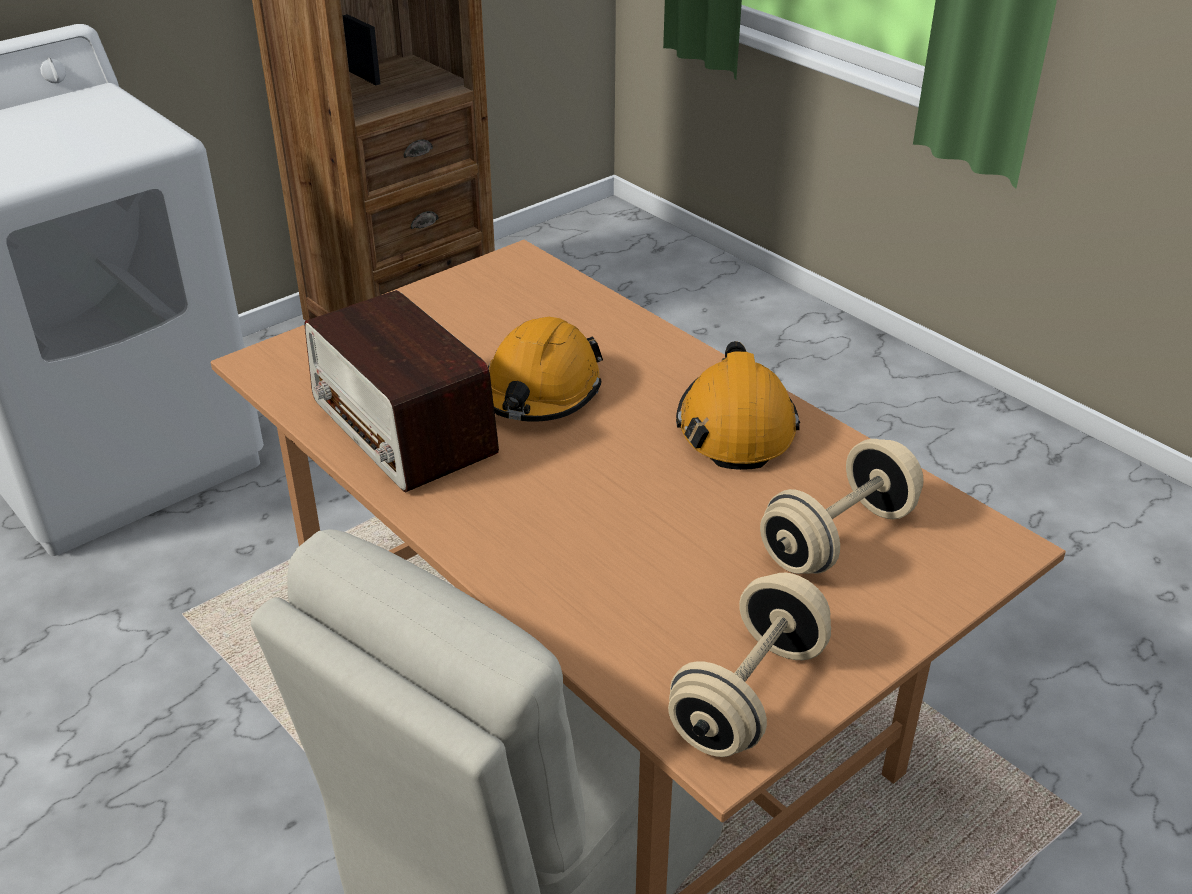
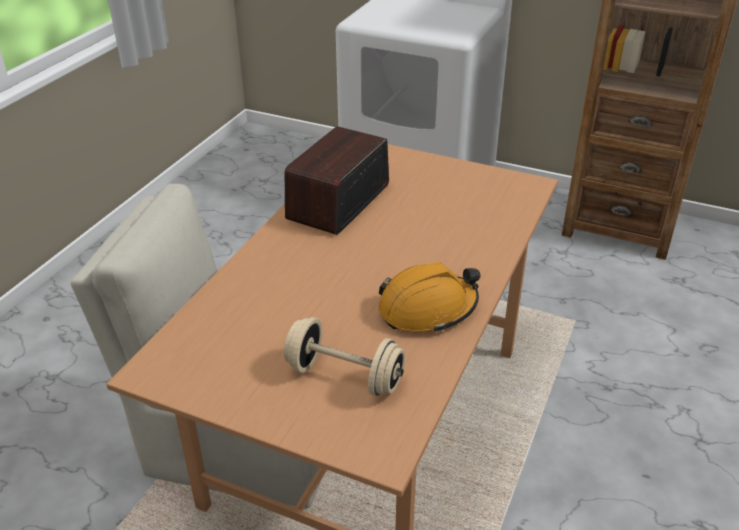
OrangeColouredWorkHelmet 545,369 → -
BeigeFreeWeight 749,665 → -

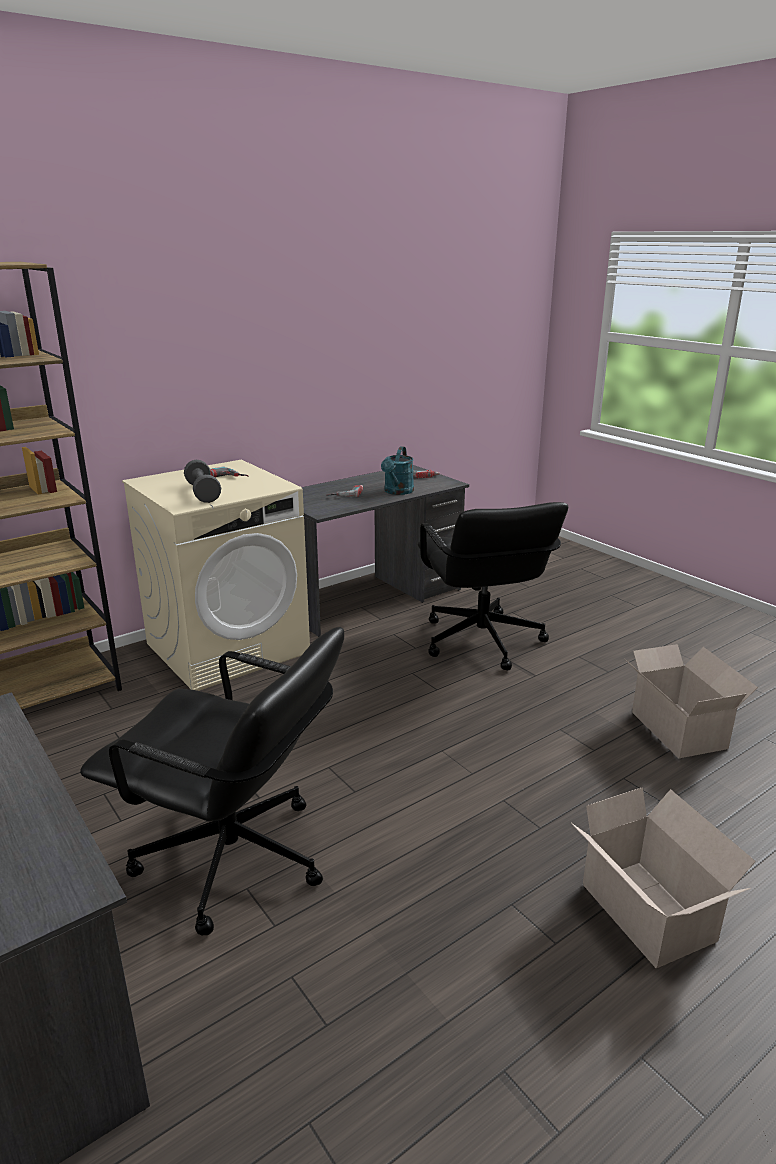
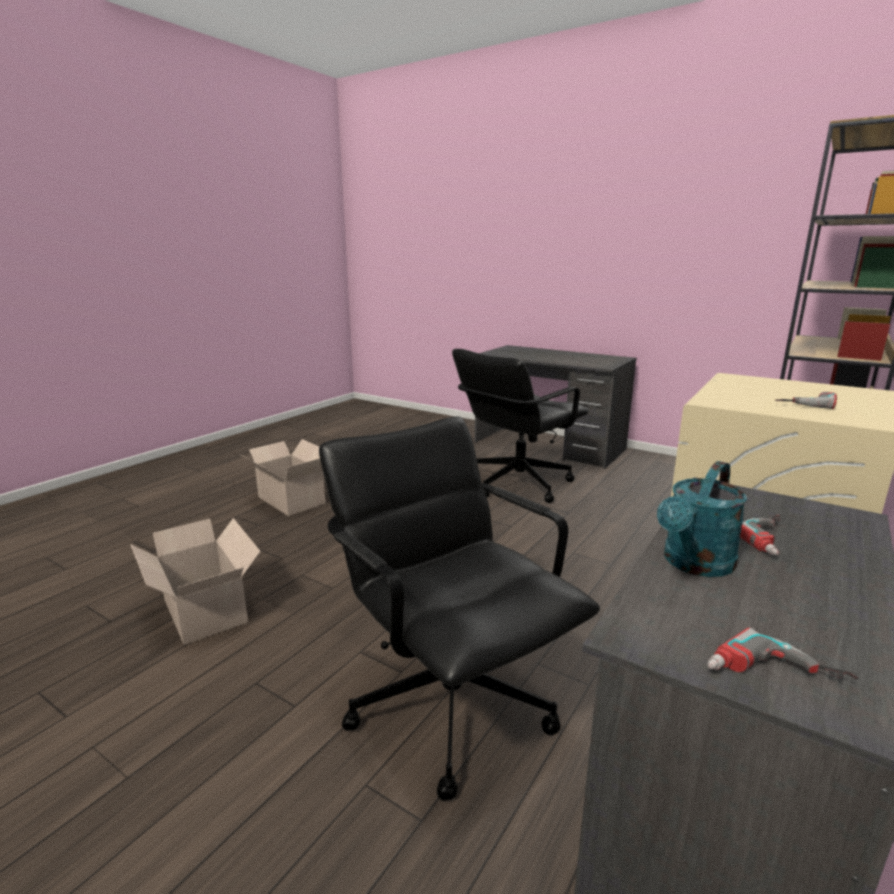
BlackOfficeChair 212,781 → BlackOfficeChair 520,426, 45 degrees counterclockwise
BlueGreenWateringPot 397,470 → BlueGreenWateringPot 702,519, 135 degrees counterclockwise
GrayFreeWeight 202,481 → -

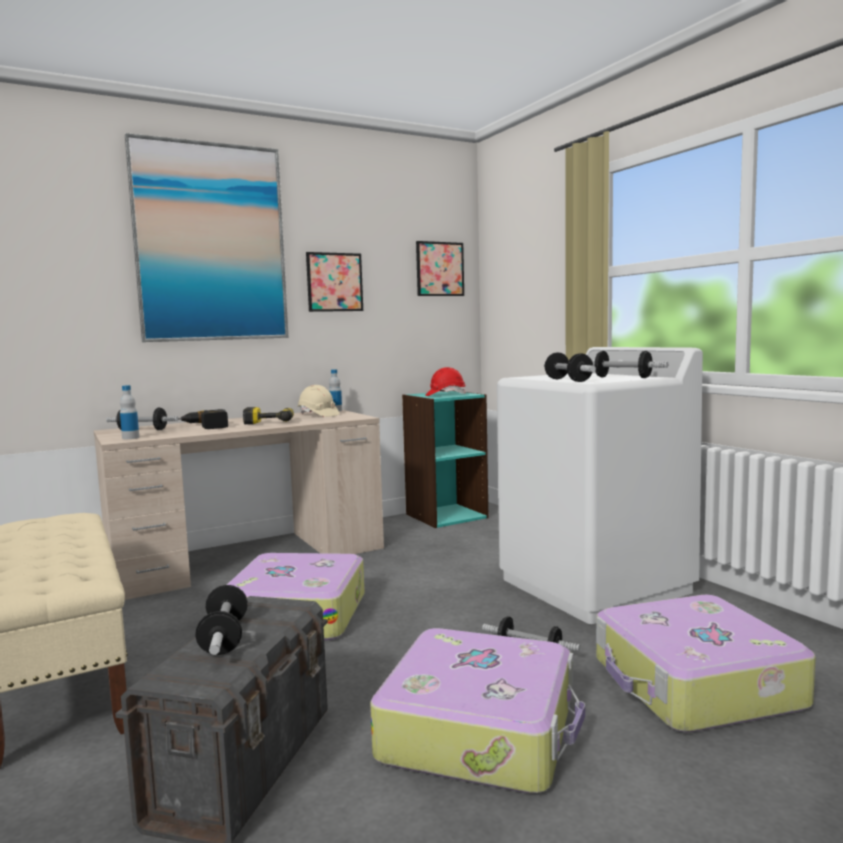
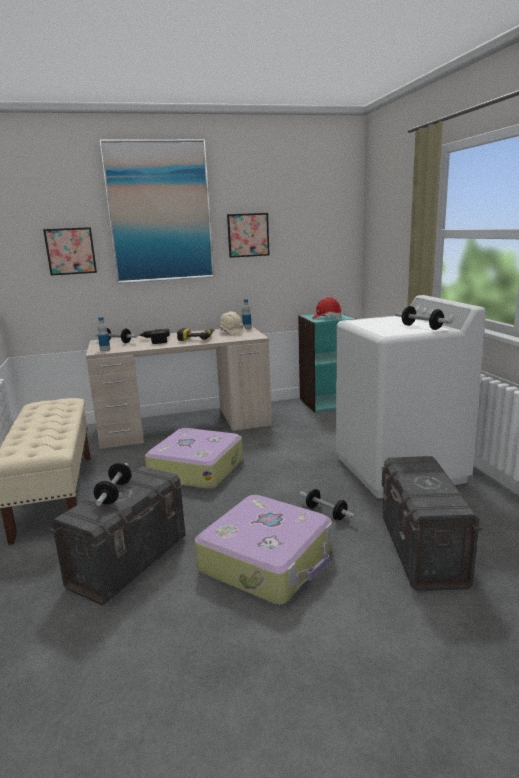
Picture 440,268 → Picture 70,251, relocated
PieceOfLuggage 706,664 → GrayStorageContainer 432,523
FreeWeight 570,367 → -

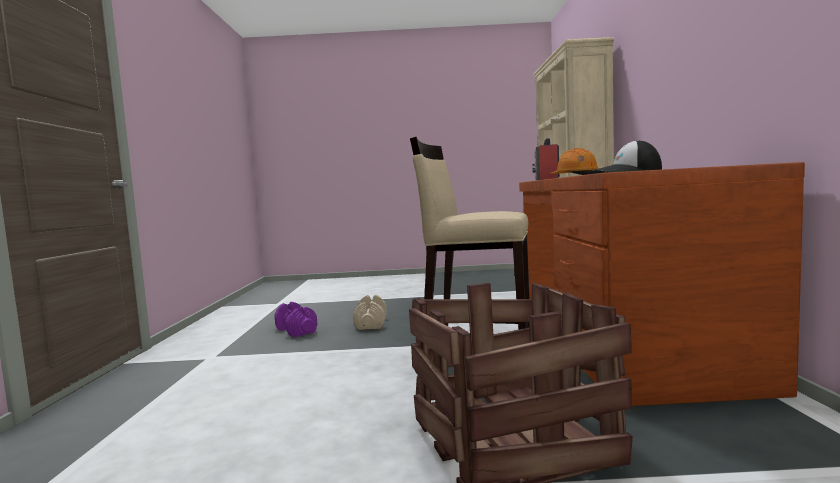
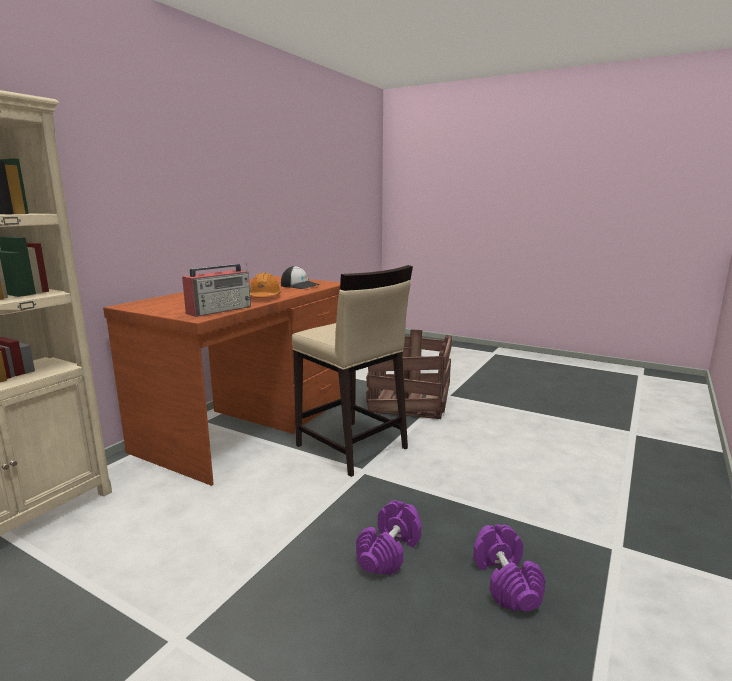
BeigeFreeWeight 370,312 → PurplishFreeWeight 388,537

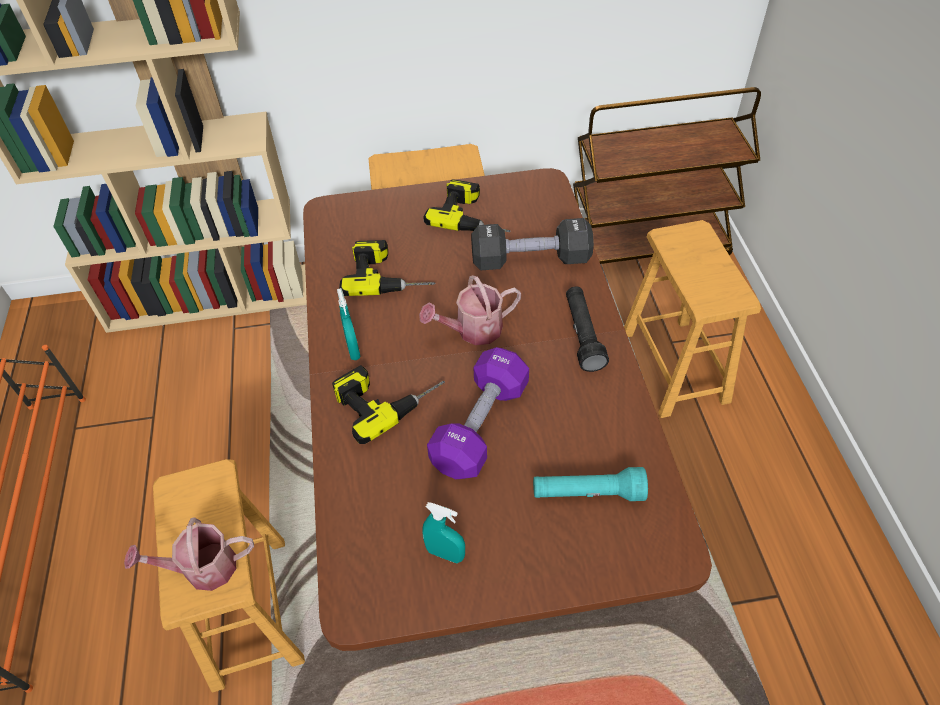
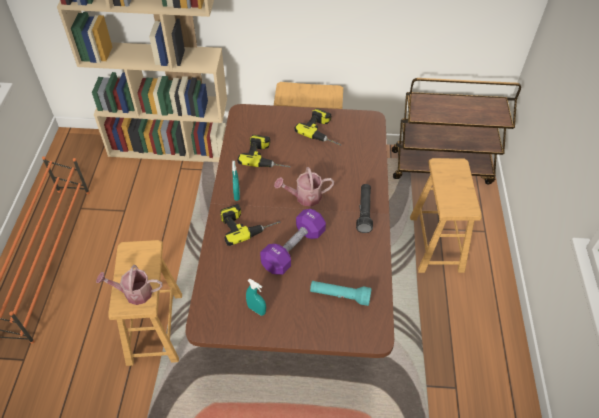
BlackFreeWeight 532,244 → -

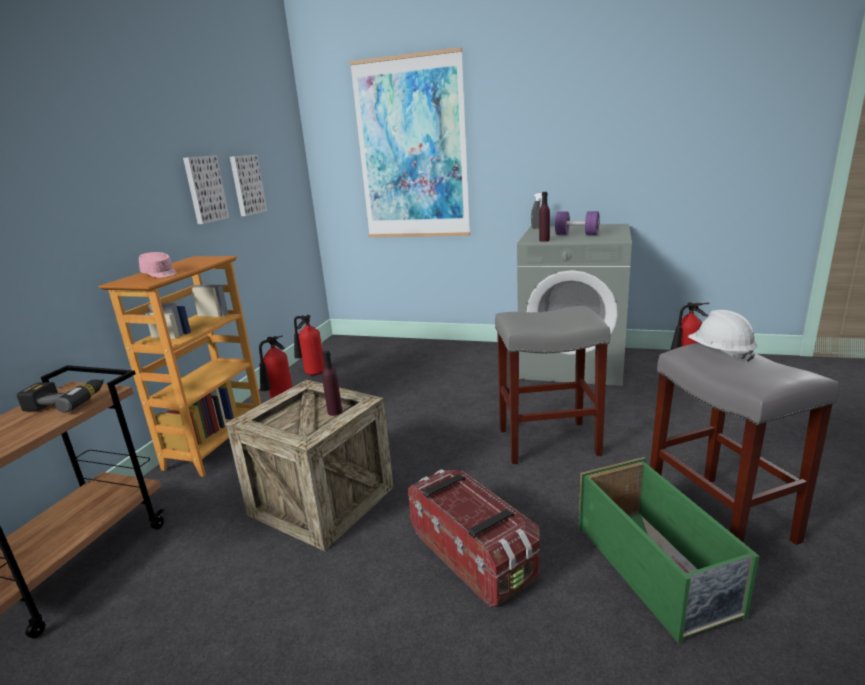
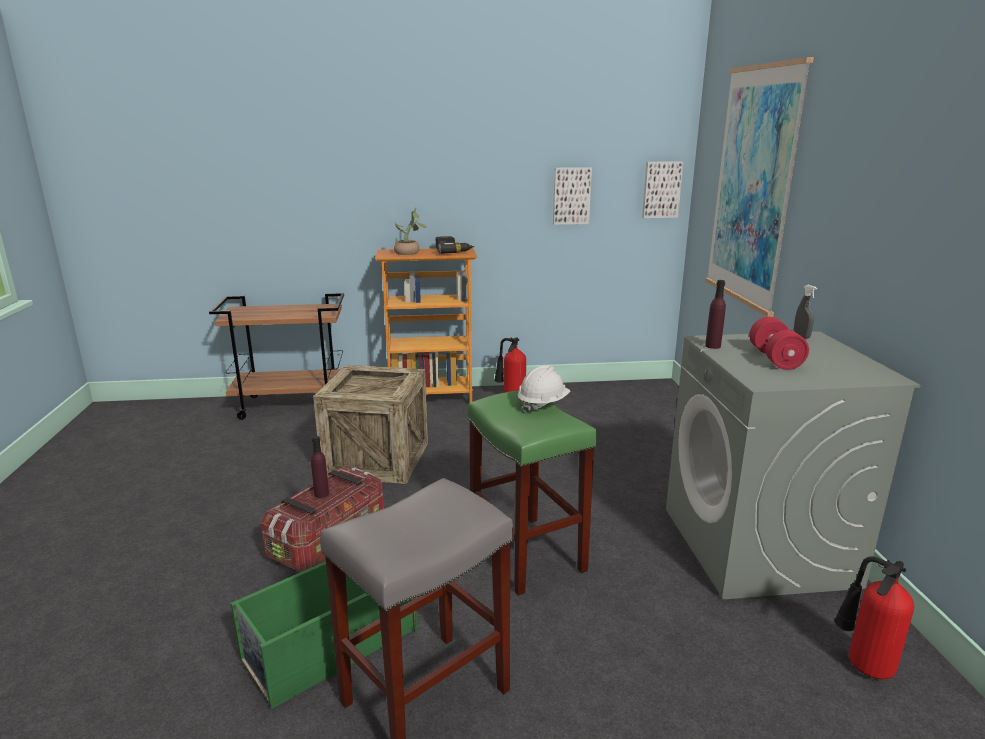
PurplishBottle 332,383 → PurplishBottle 320,467, relocated
PinkishBaseballCap 158,265 → PottedPlant 410,231
PowerDrill 60,396 → PowerDrill 455,245, relocated
GrayStool 552,385 → GreenColouredStool 532,493
WhiteWorkHelmet 722,336 → WhiteWorkHelmet 544,389, relocated
Picture 206,189 → Picture 663,189, relocated
PurplishFreeWeight 577,223 → RedFreeWeight 779,343
FireFightingCylinder 309,345 → -

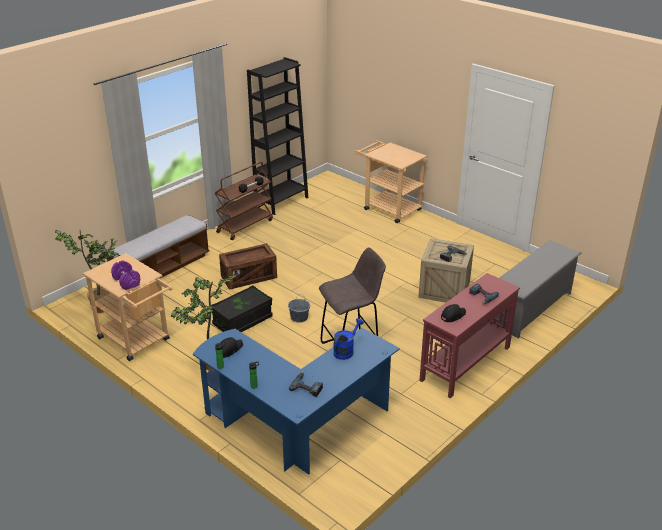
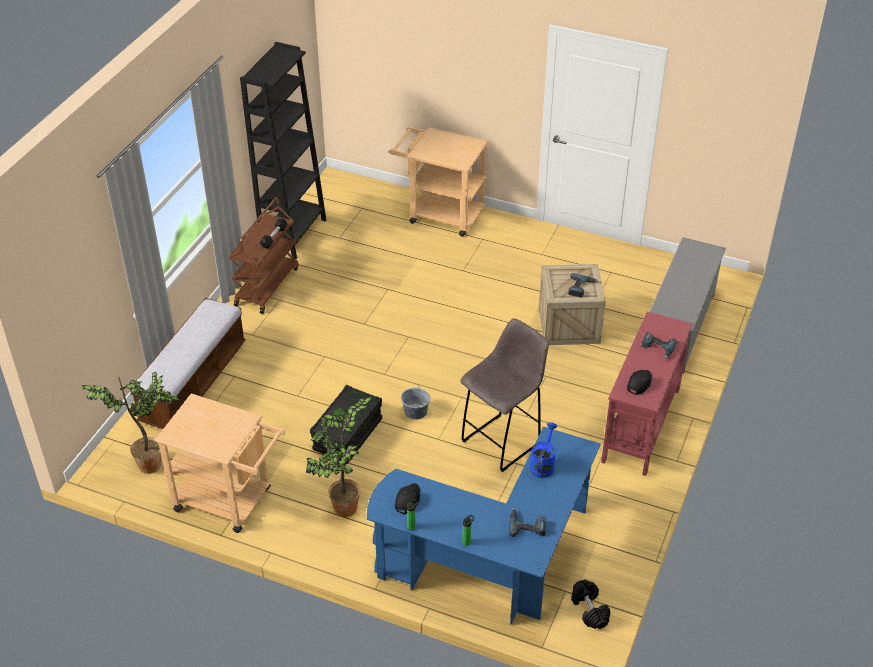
- → BlackFreeWeight 591,604
PurplishFreeWeight 125,275 → -
PackingCrate 248,266 → -

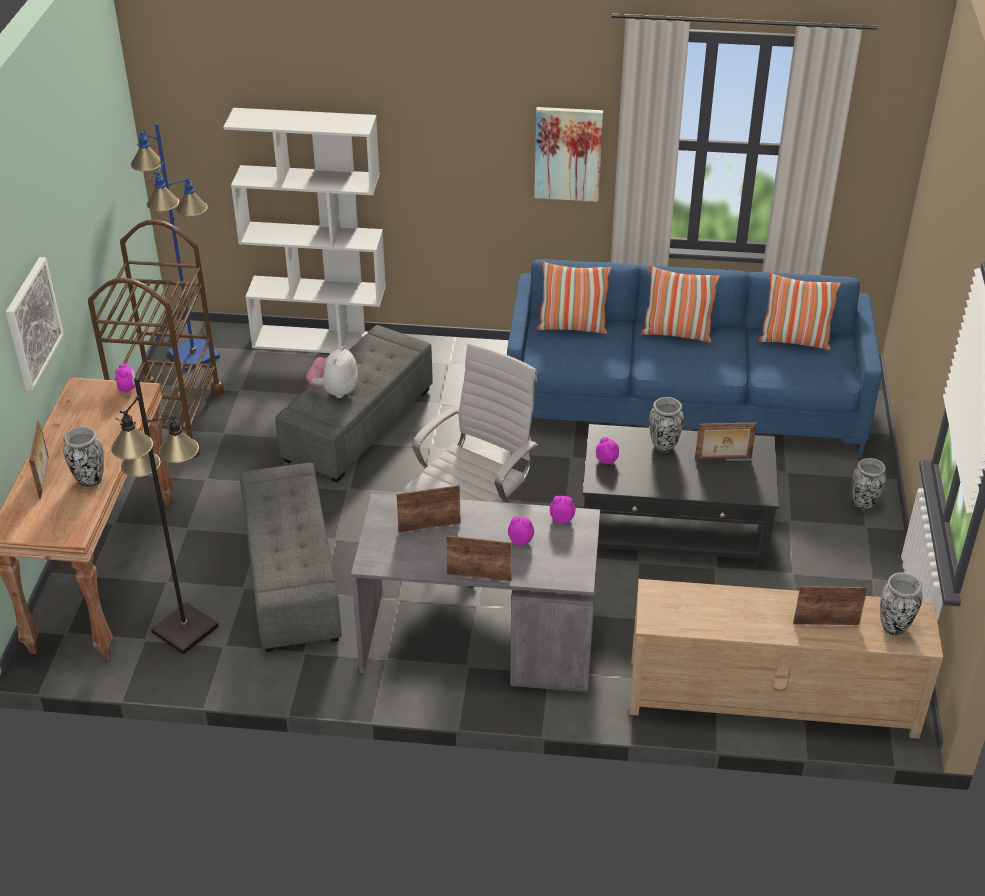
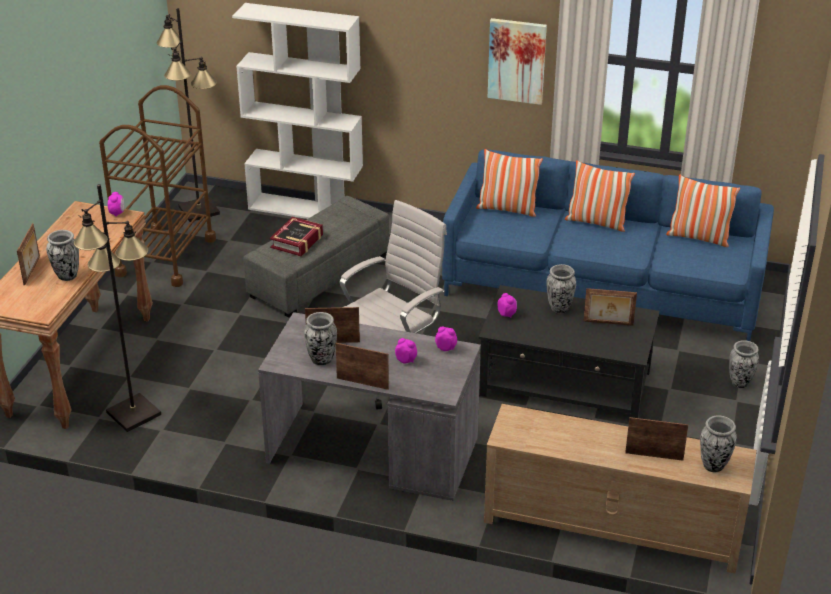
BlueColouredStandardLamp 175,247 → BlackStandardLamp 188,115
PlushToy 332,372 → Volume 296,236
- → DecorativeVase 320,338
Picture 35,324 → -
GrayPouffe 291,557 → -

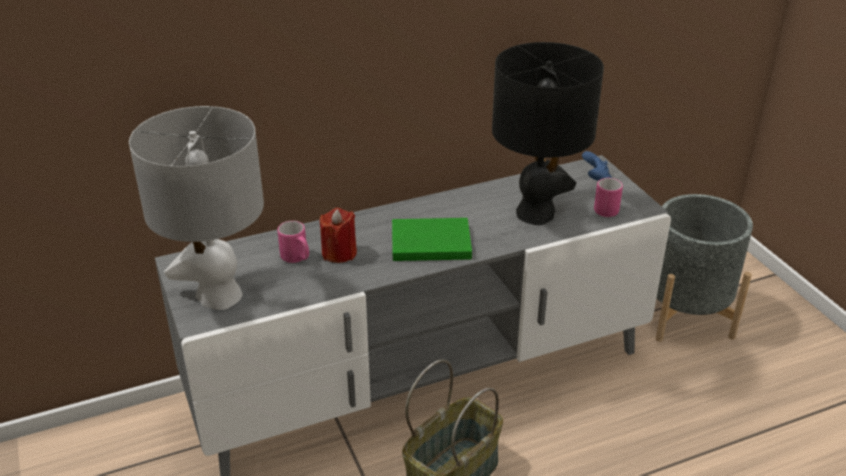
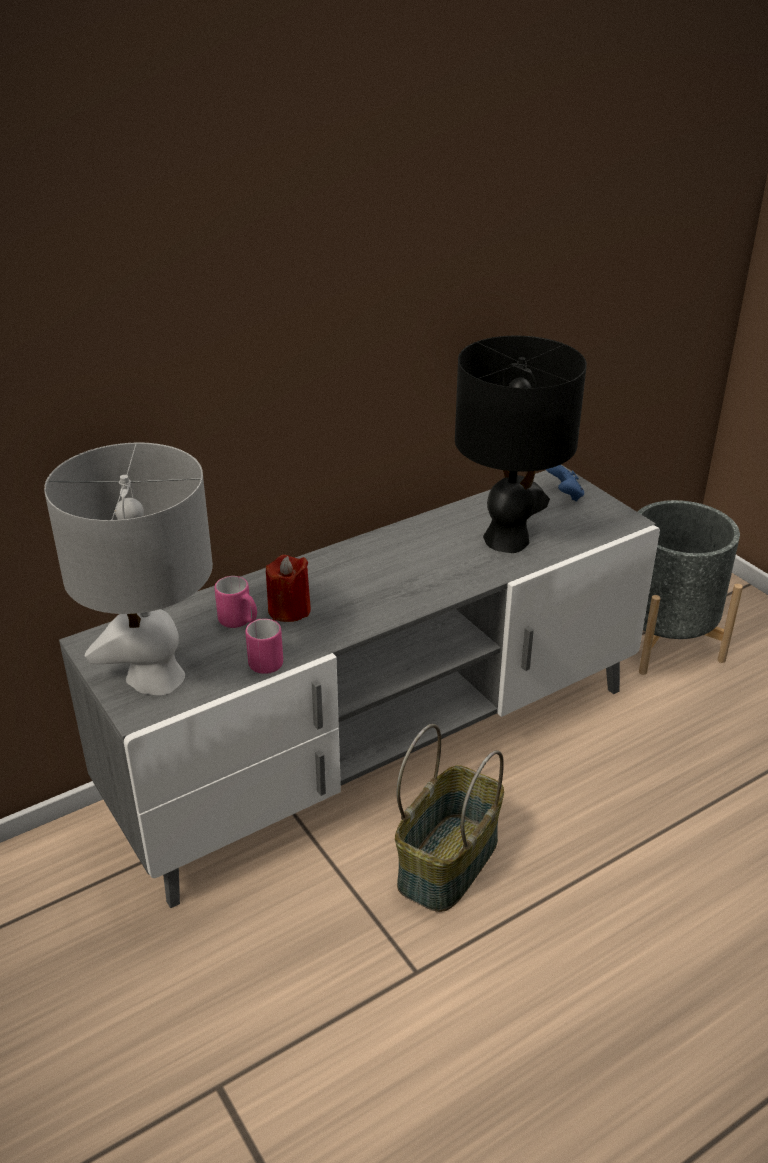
PinkishTeaMug 608,197 → PinkishTeaMug 264,646, relocated
GreenColouredVolume 432,239 → -

